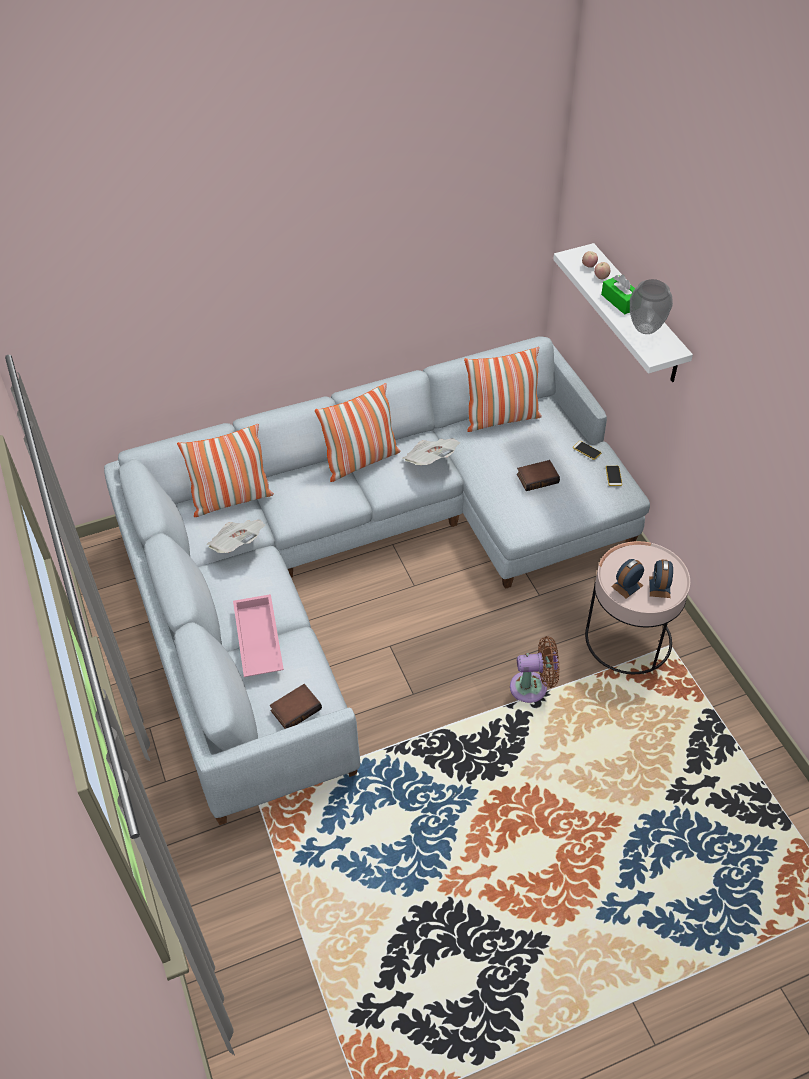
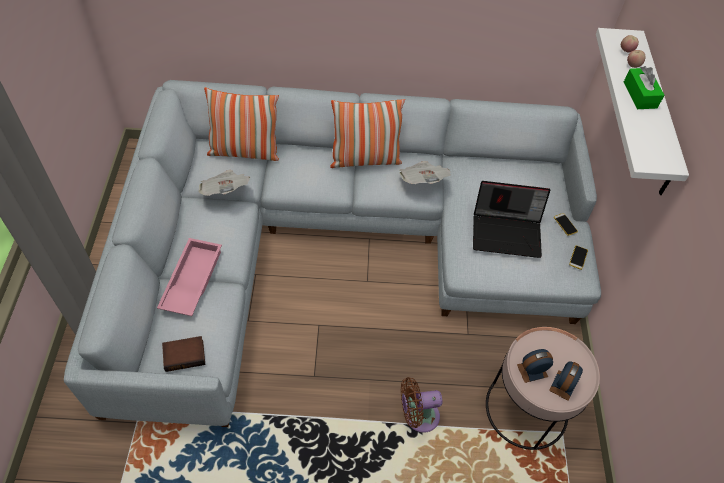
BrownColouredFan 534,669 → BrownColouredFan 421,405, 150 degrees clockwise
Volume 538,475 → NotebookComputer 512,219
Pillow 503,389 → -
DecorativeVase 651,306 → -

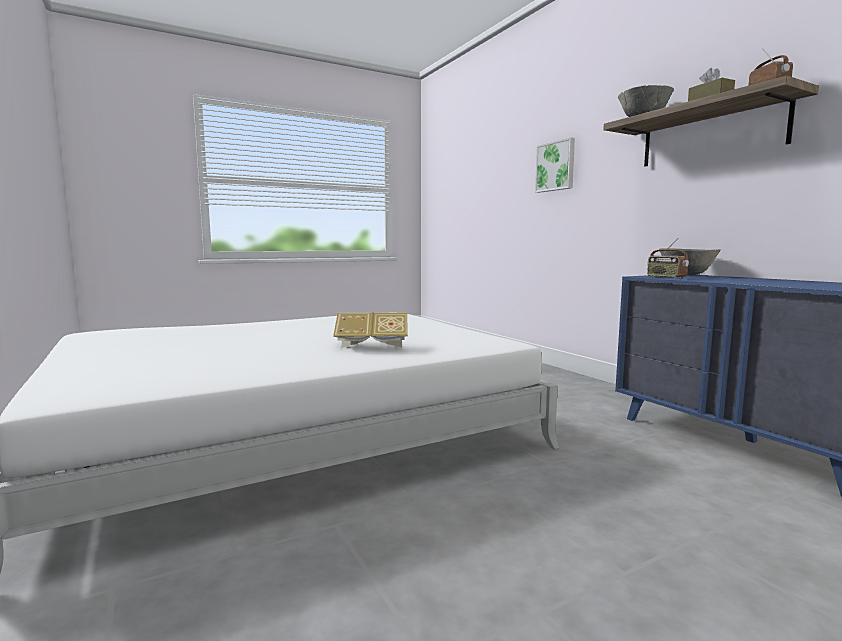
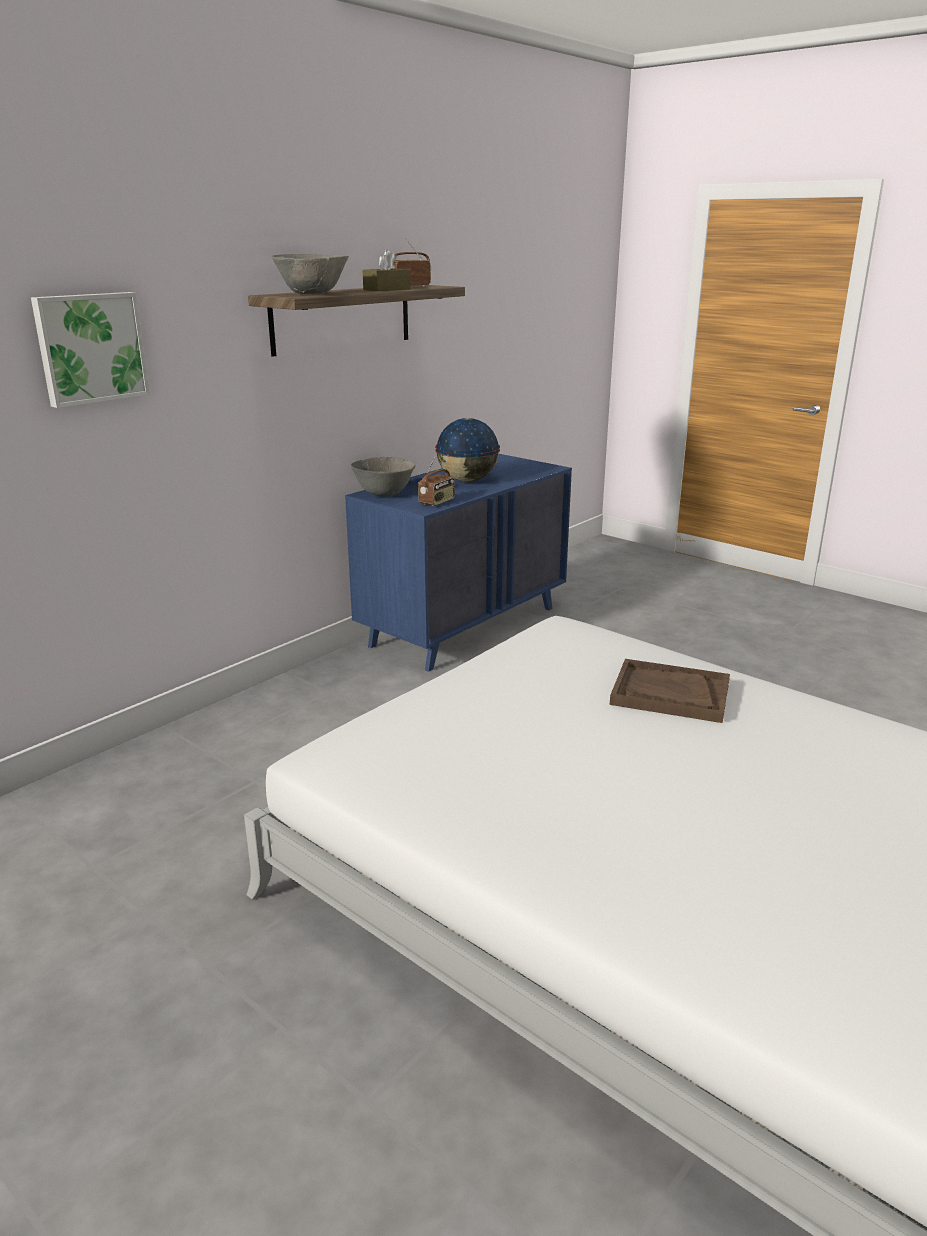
- → DeskGlobe 467,449
Volume 370,330 → BrownColouredCarryingTray 670,691

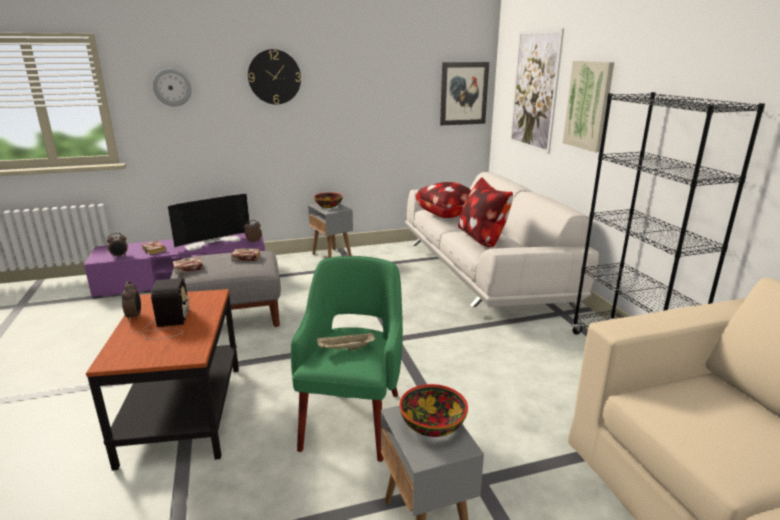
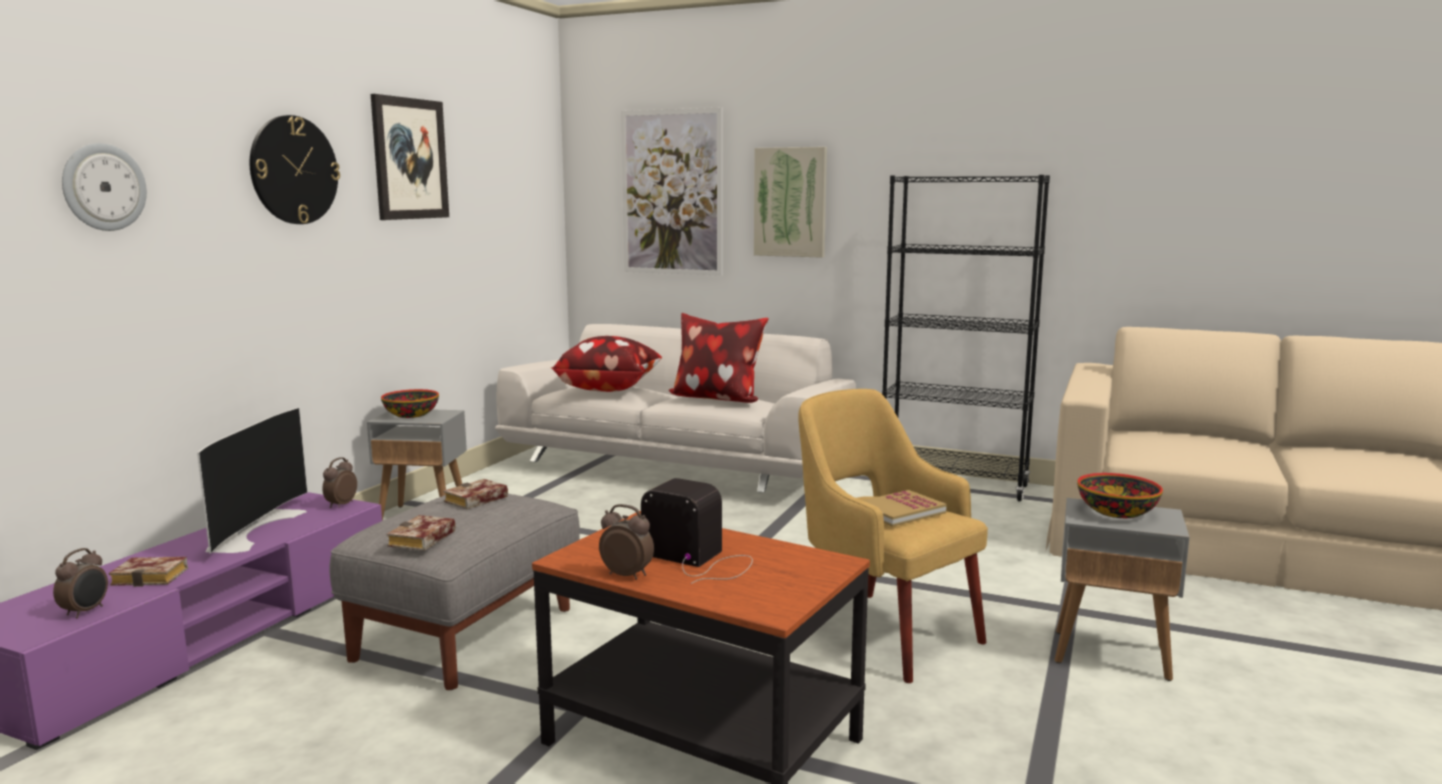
Picture 464,93 → Picture 410,157, relocated
GreenColouredEasyChair 347,359 → YellowishEasyChair 893,536
BeigeCarryingTray 346,341 → Volume 904,508

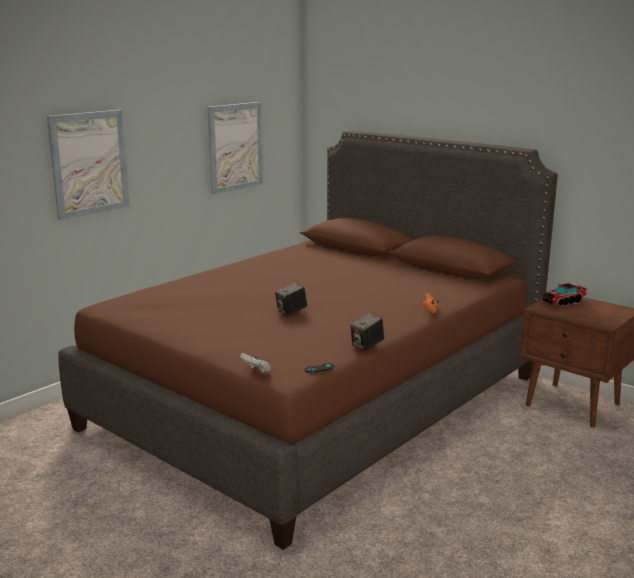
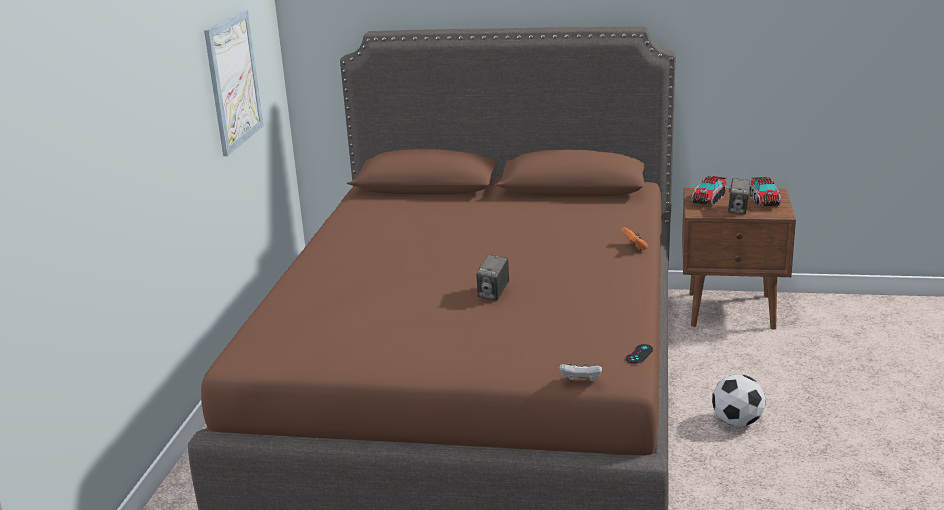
- → Football 739,400
PhotoCamera 367,331 → PhotoCamera 739,196, relocated
- → ModelTruck 765,191
Picture 88,165 → -

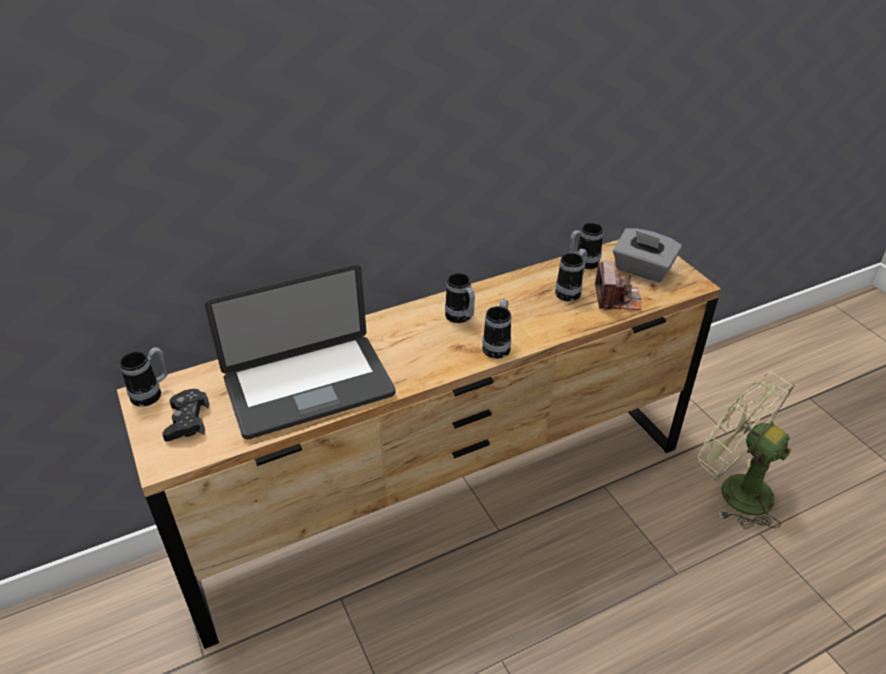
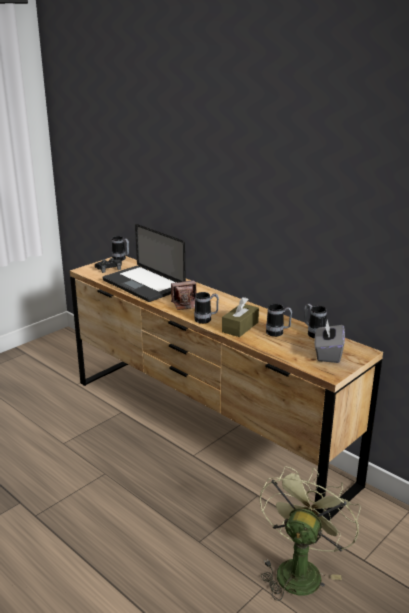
PhotoCamera 618,286 → PhotoCamera 184,295, relocated
- → BrownColouredTissueBox 240,317
TeaMug 460,298 → -

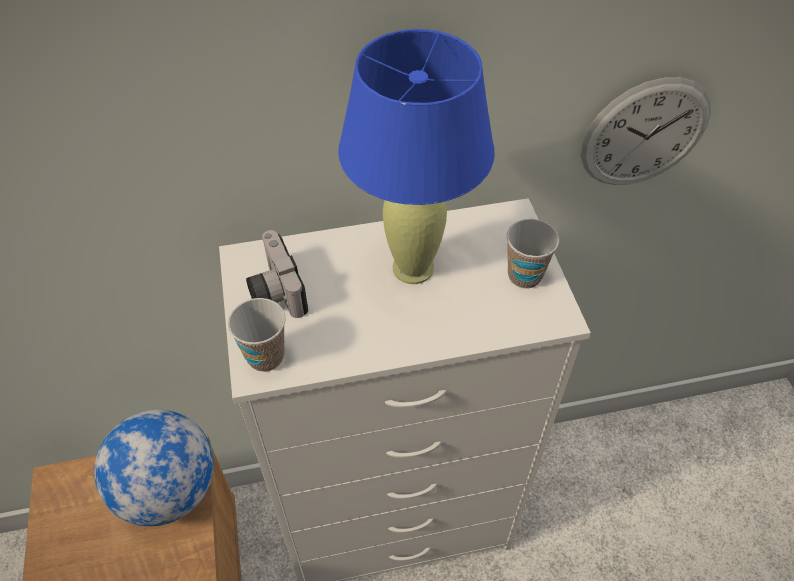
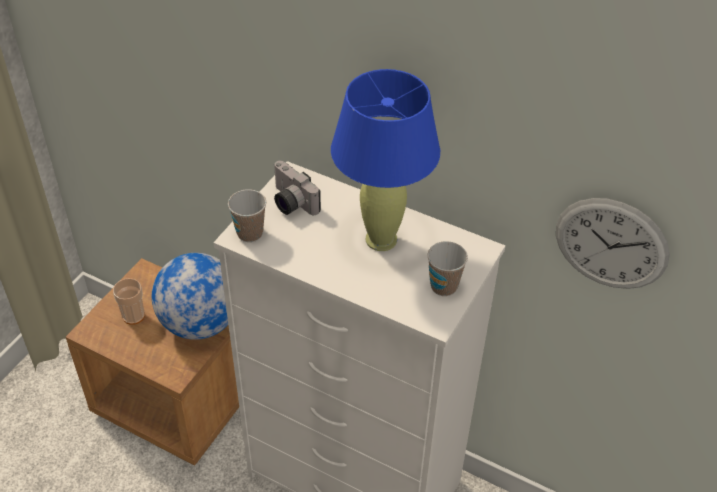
- → DrinkingCup 129,301
PhotoCamera 277,274 → PhotoCamera 297,188, 60 degrees counterclockwise

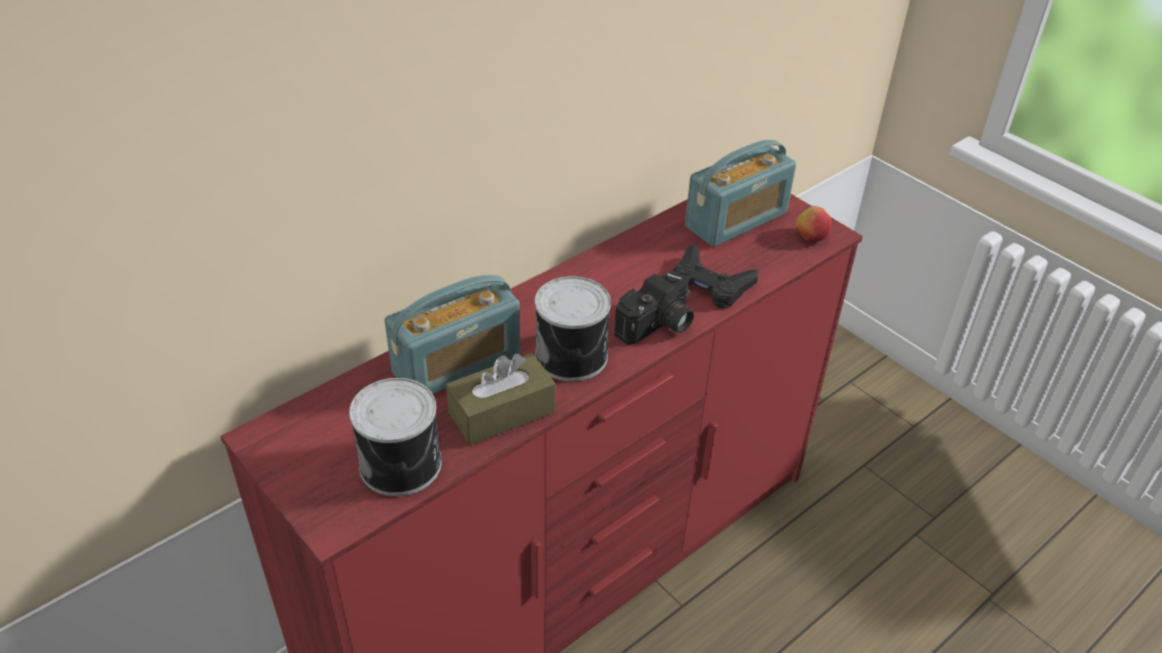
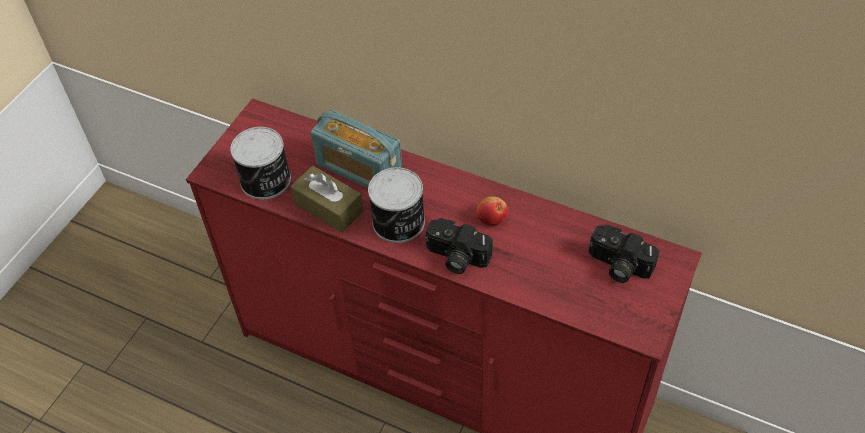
AppleFruit 814,224 → AppleFruit 492,210, relocated
RadioReceiver 740,193 → PhotoCamera 624,254
BlackGamepad 715,276 → -

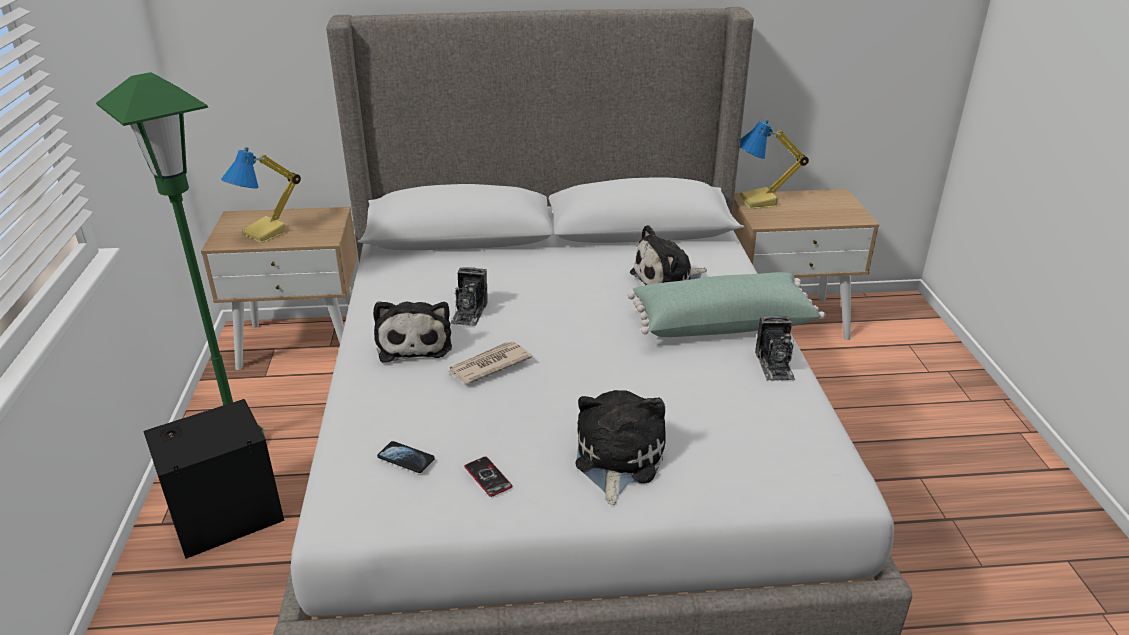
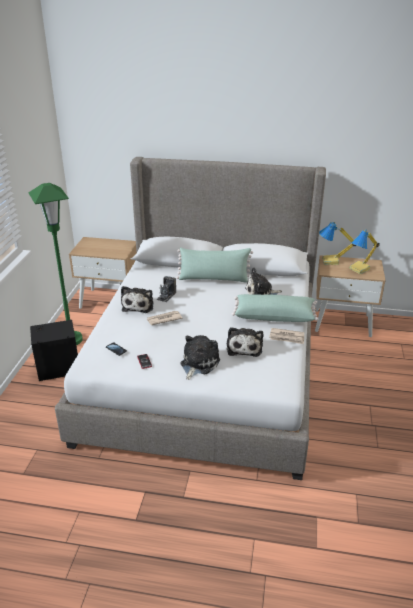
- → GreenColouredPillow 214,265
- → PlushToy 245,342
PhotoCamera 775,348 → DailyPaper 286,336
TabletopLamp 261,195 → TabletopLamp 364,251, relocated

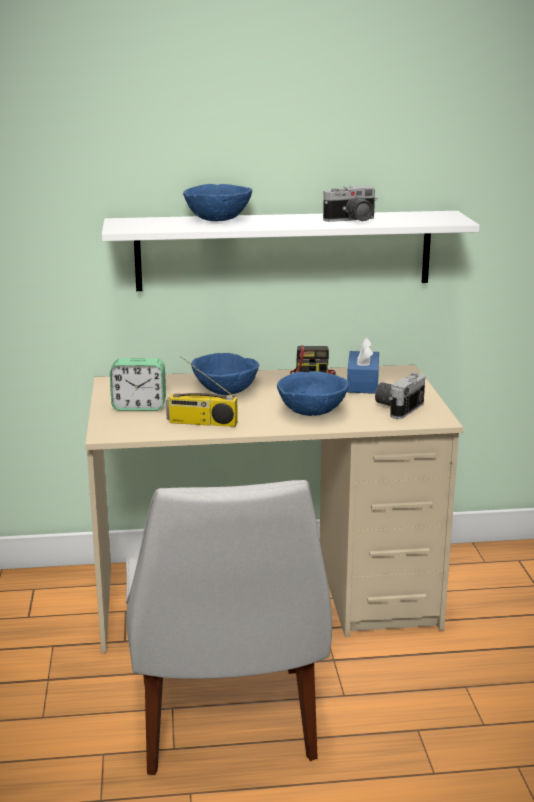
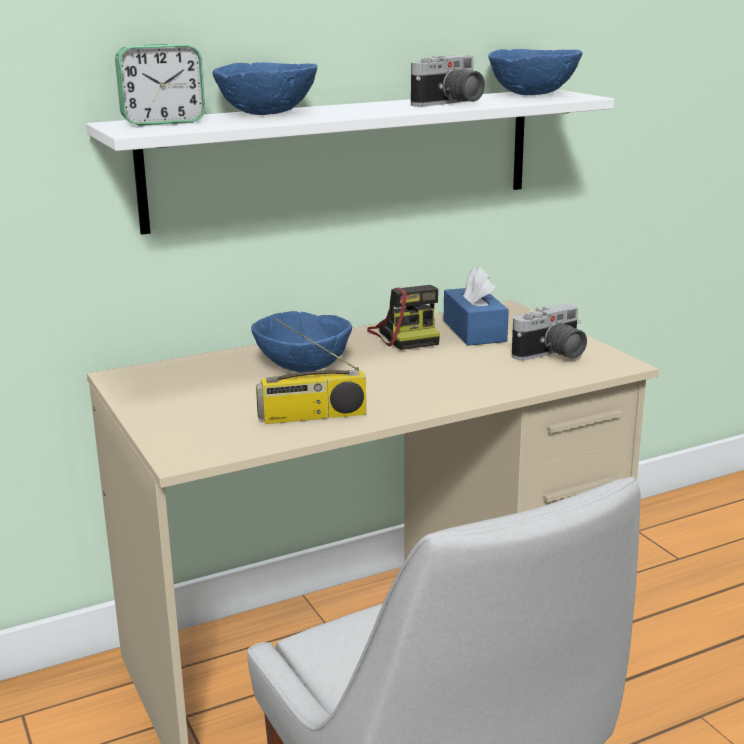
BedsideClock 138,384 → BedsideClock 160,84, relocated
BlueColouredBowl 313,393 → BlueColouredBowl 535,72, relocated
PhotoCamera 400,396 → PhotoCamera 549,331, 135 degrees counterclockwise

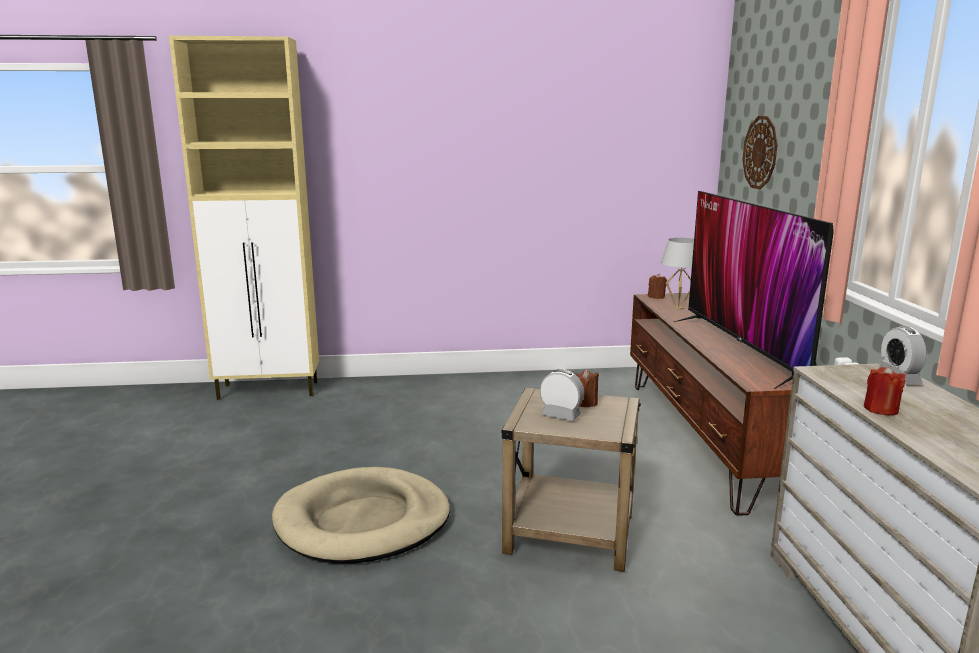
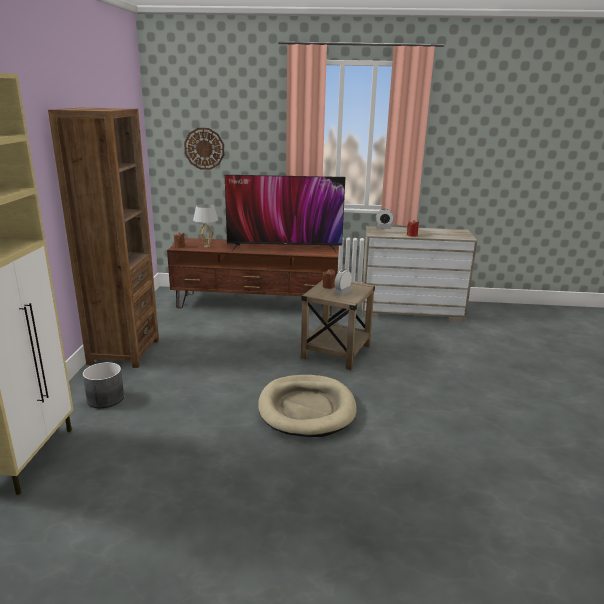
- → BrownColouredShelvingUnit 103,237
- → GrayFlowerPot 103,385

